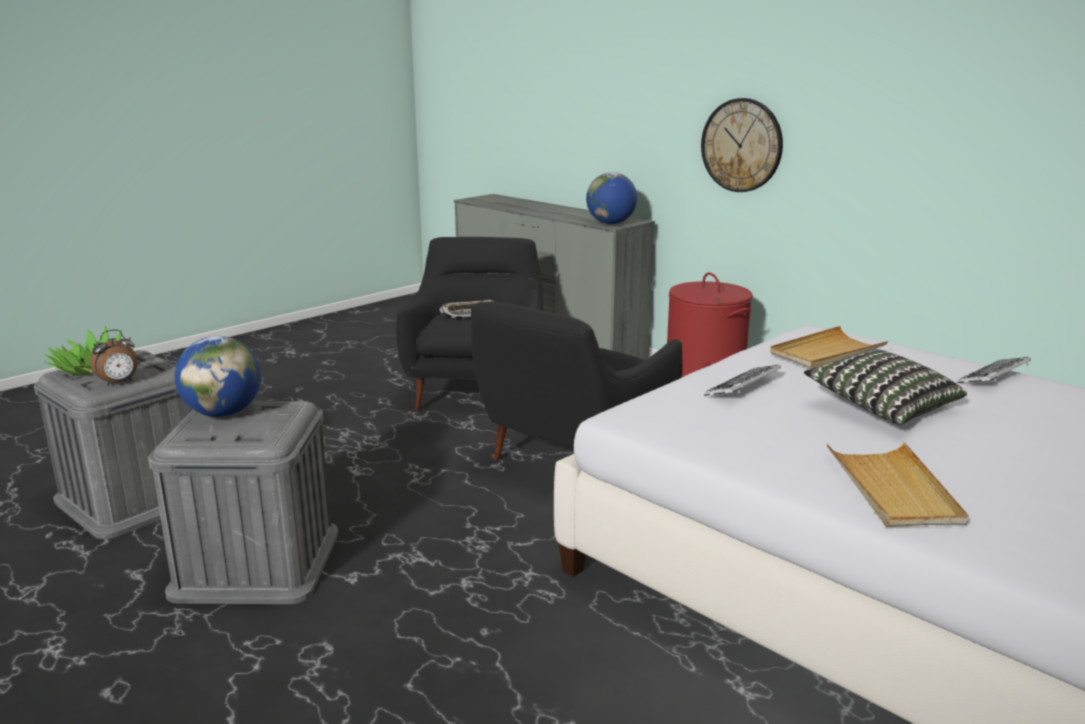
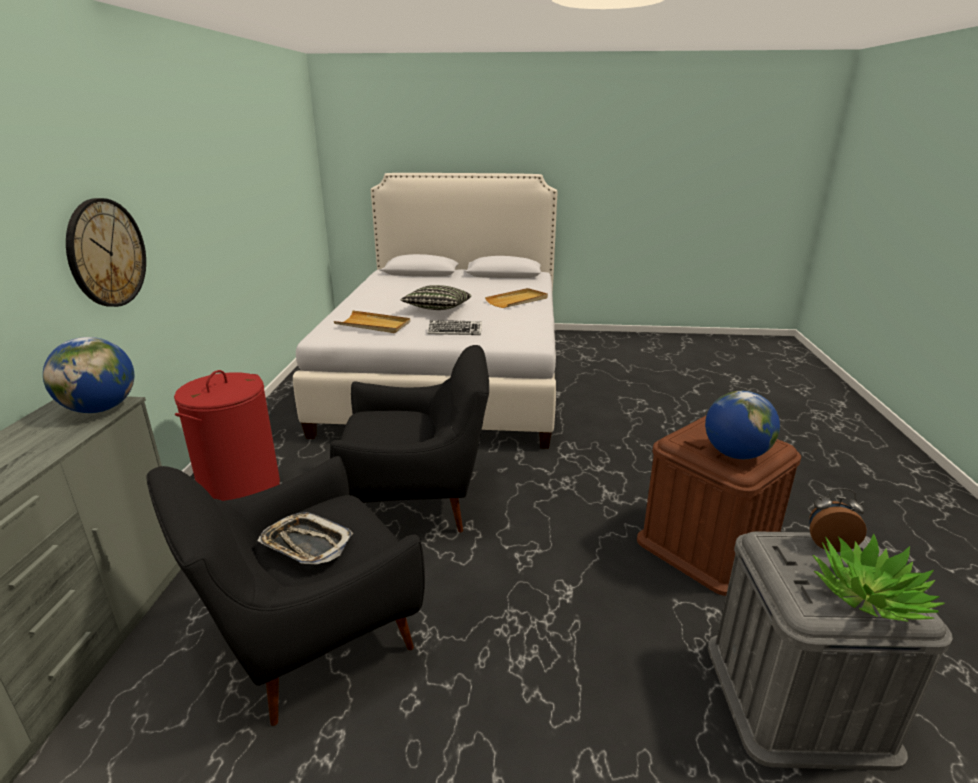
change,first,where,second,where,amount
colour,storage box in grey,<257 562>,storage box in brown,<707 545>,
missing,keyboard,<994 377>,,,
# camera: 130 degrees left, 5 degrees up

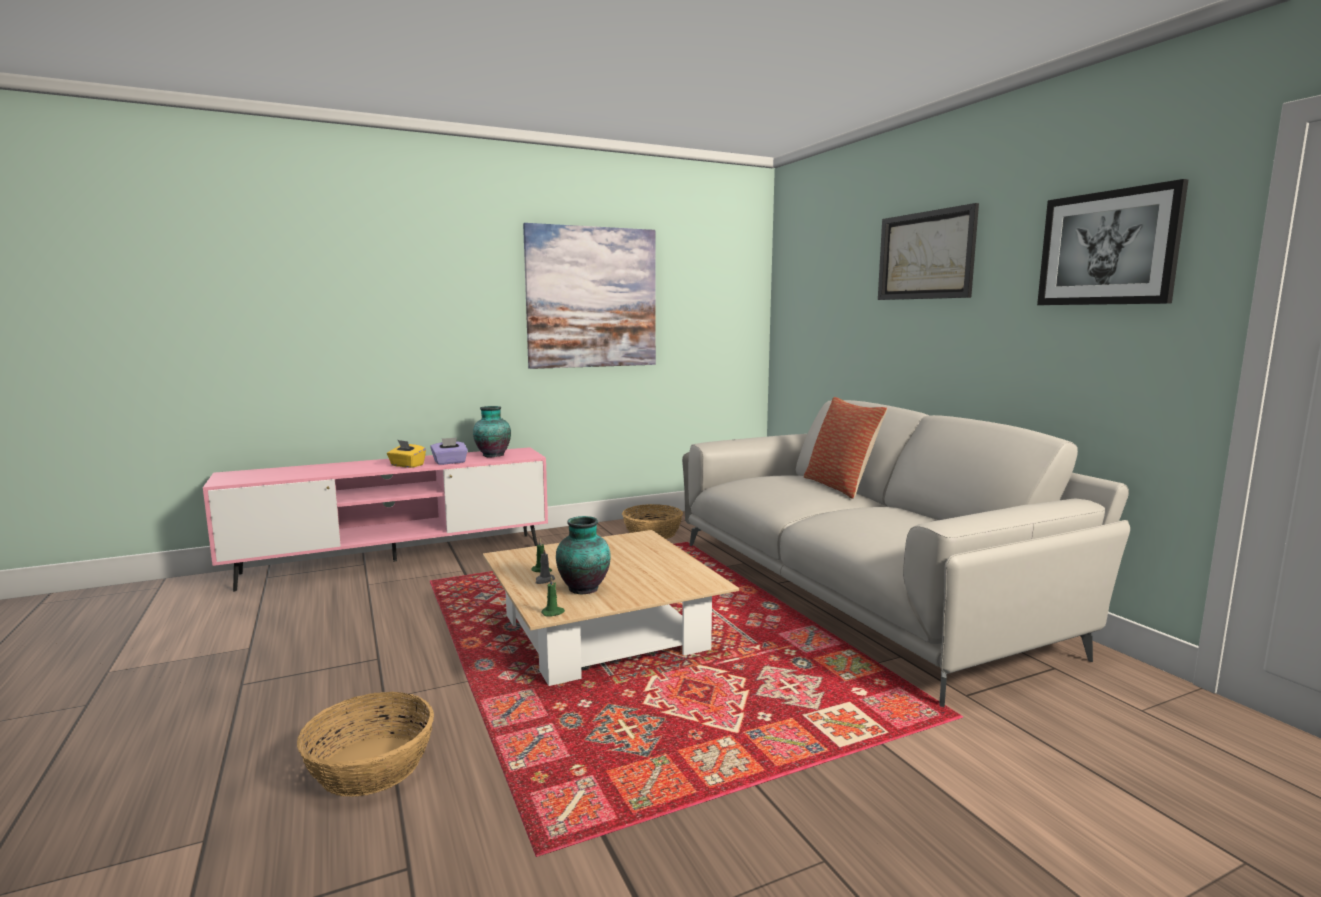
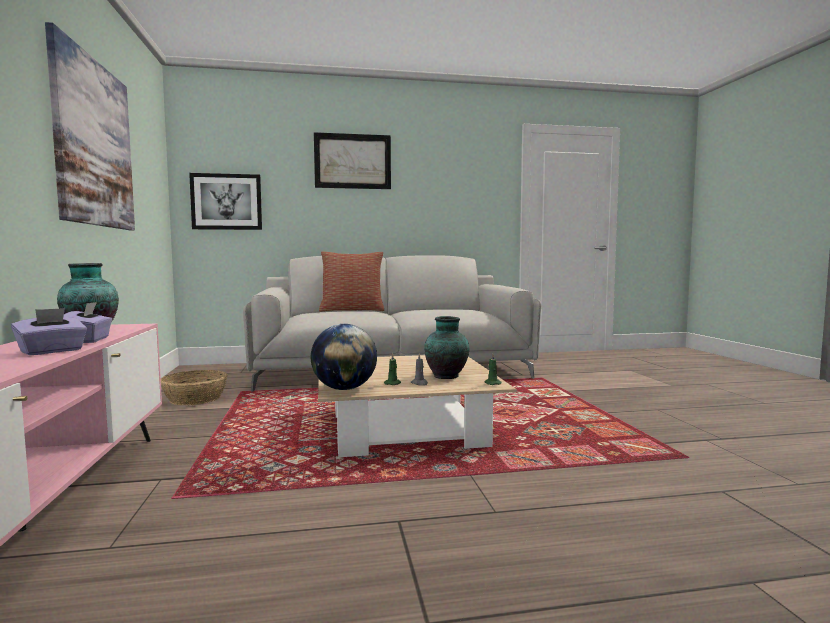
change,first,where,second,where,amount
missing,basket,<371 765>,,,
colour,tissue box in yellow,<407 465>,tissue box in purple,<52 351>,
relocated,picture,<1107 248>,,<226 202>,
appeared,,,globe,<344 389>,
# camera: 75 degrees left, 5 degrees down

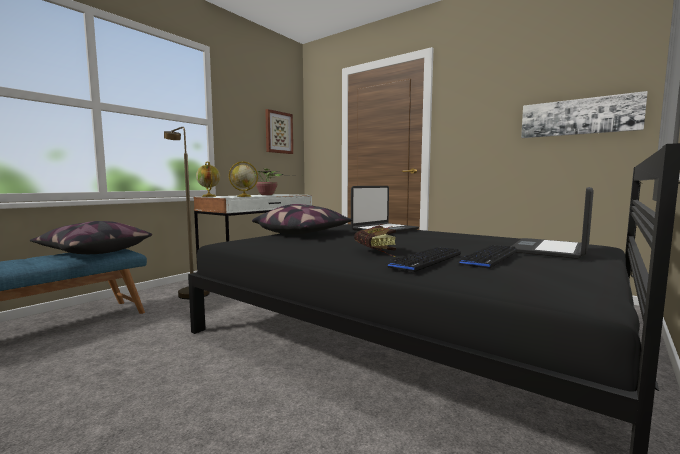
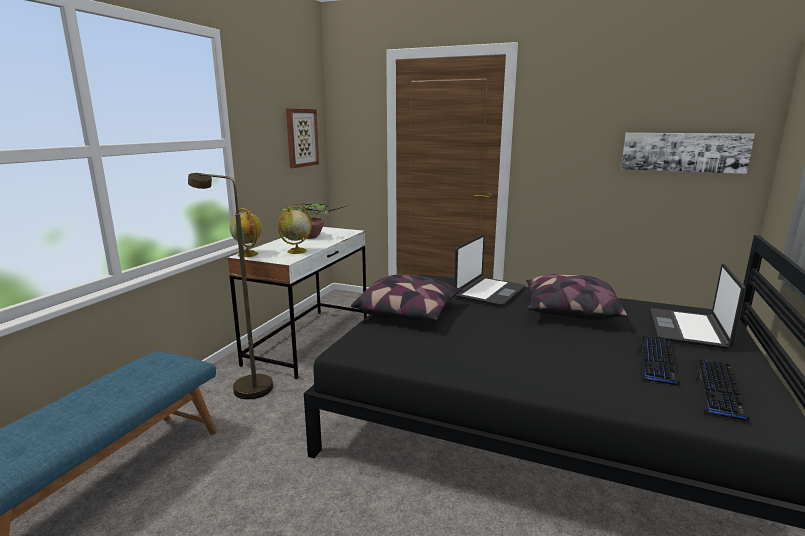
change,first,where,second,where,amount
relocated,pillow,<94 252>,,<569 312>,
missing,book,<376 252>,,,
relocated,keyboard,<424 260>,,<718 389>,
# camera: 15 degrees left, 10 degrees up

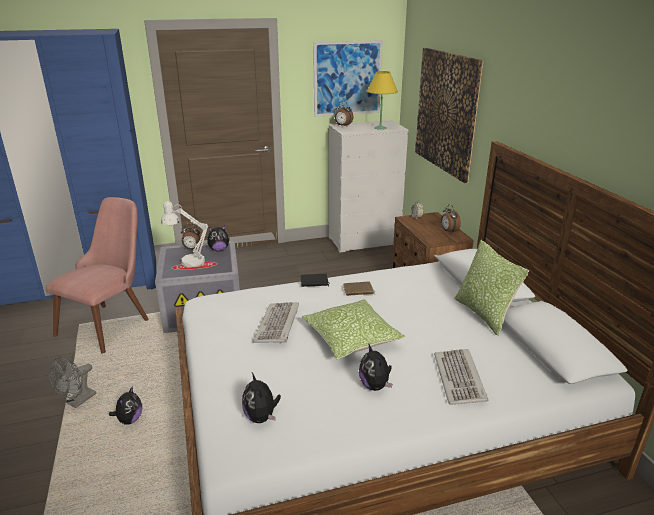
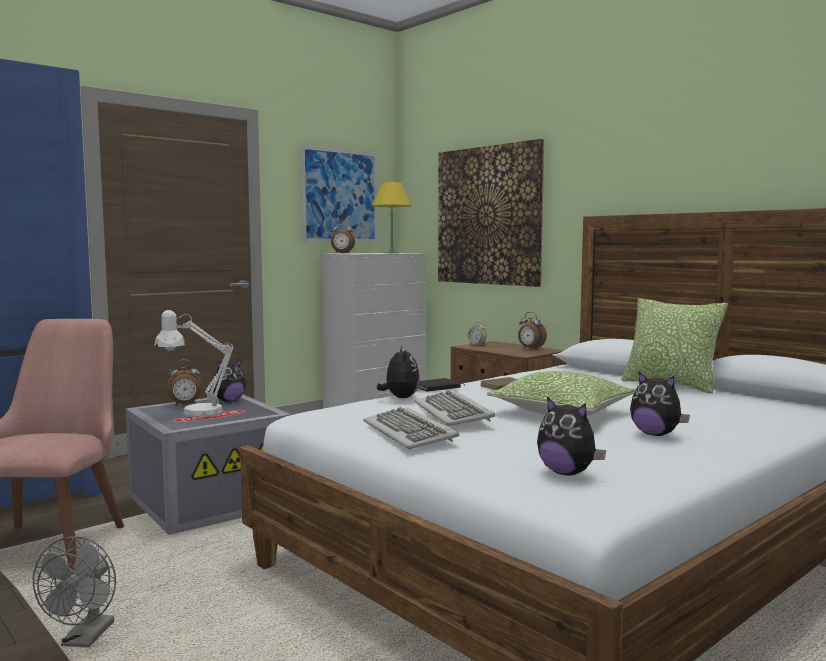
change,first,where,second,where,amount
relocated,plush toy,<129 420>,,<400 398>,
relocated,keyboard,<460 378>,,<410 433>,
# camera: 25 degrees left, 20 degrees down

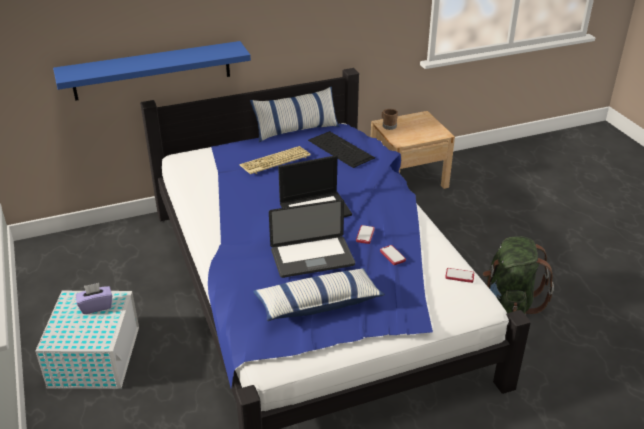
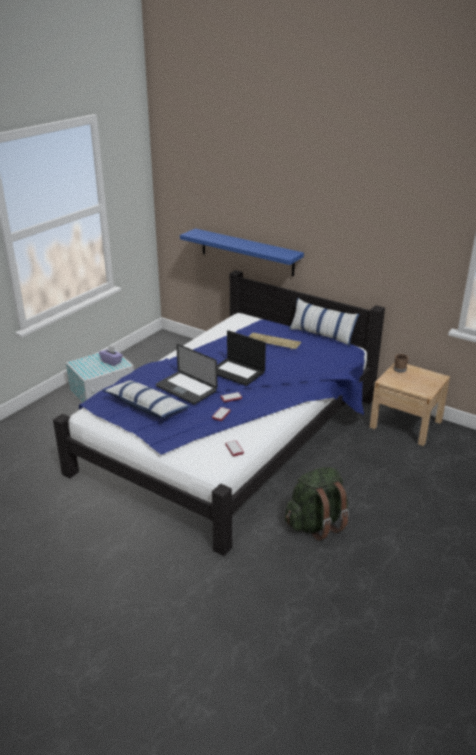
change,first,where,second,where,amount
missing,keyboard,<340 149>,,,
# camera: 55 degrees right, 5 degrees down

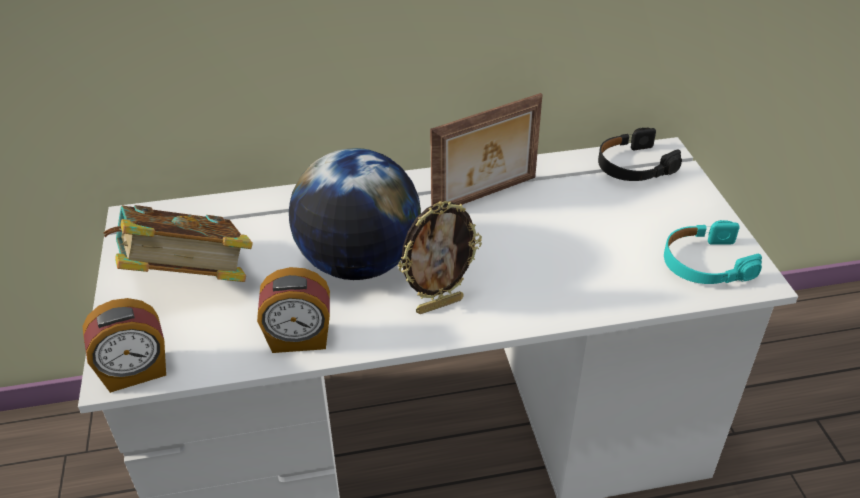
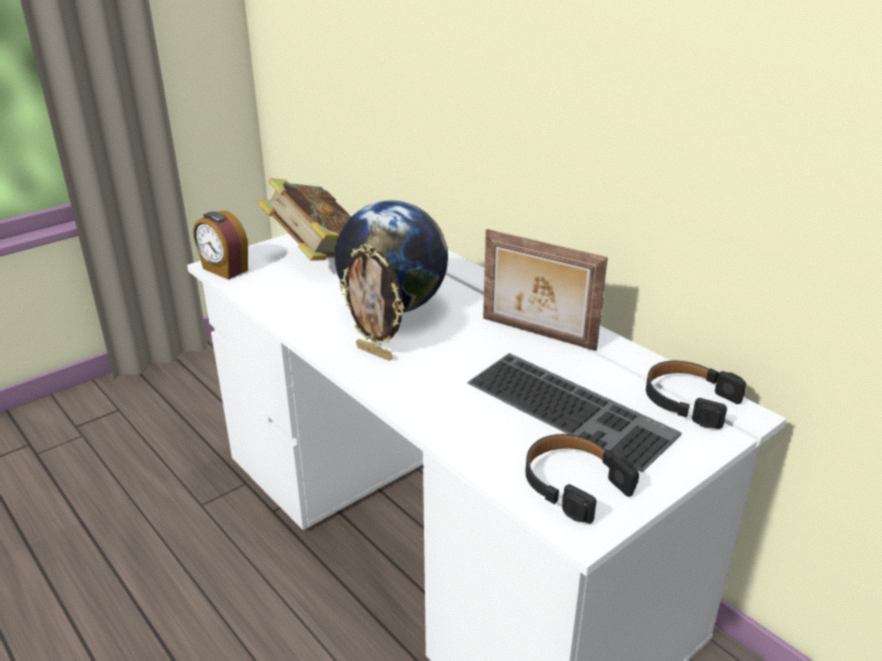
change,first,where,second,where,amount
missing,alarm clock,<299 339>,,,
colour,headphones in turquoise,<705 263>,headphones in black,<573 484>,
appeared,,,keyboard,<573 407>,
# camera: 60 degrees right, 10 degrees down

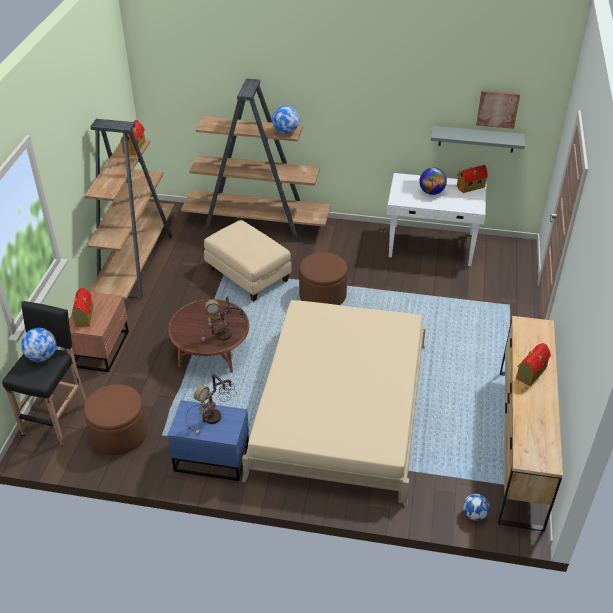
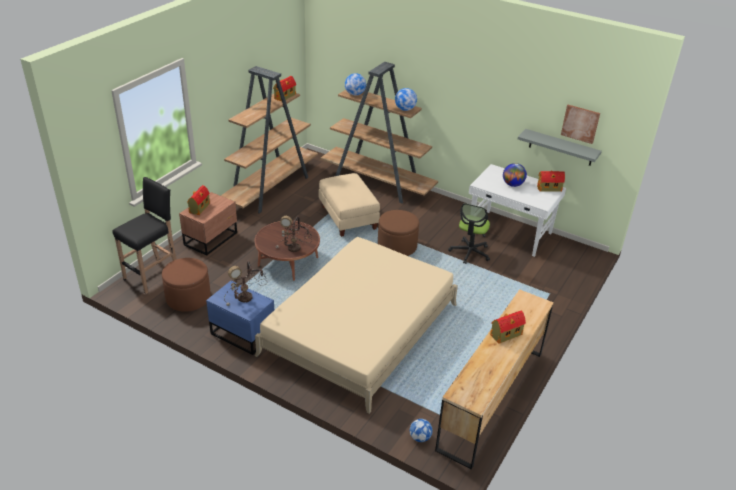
change,first,where,second,where,amount
relocated,globe,<42 356>,,<355 94>,
appeared,,,office chair,<470 252>,
# camera: 20 degrees right, 5 degrees down

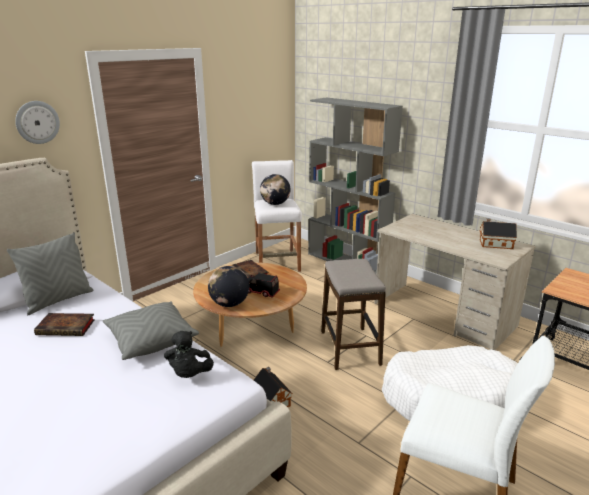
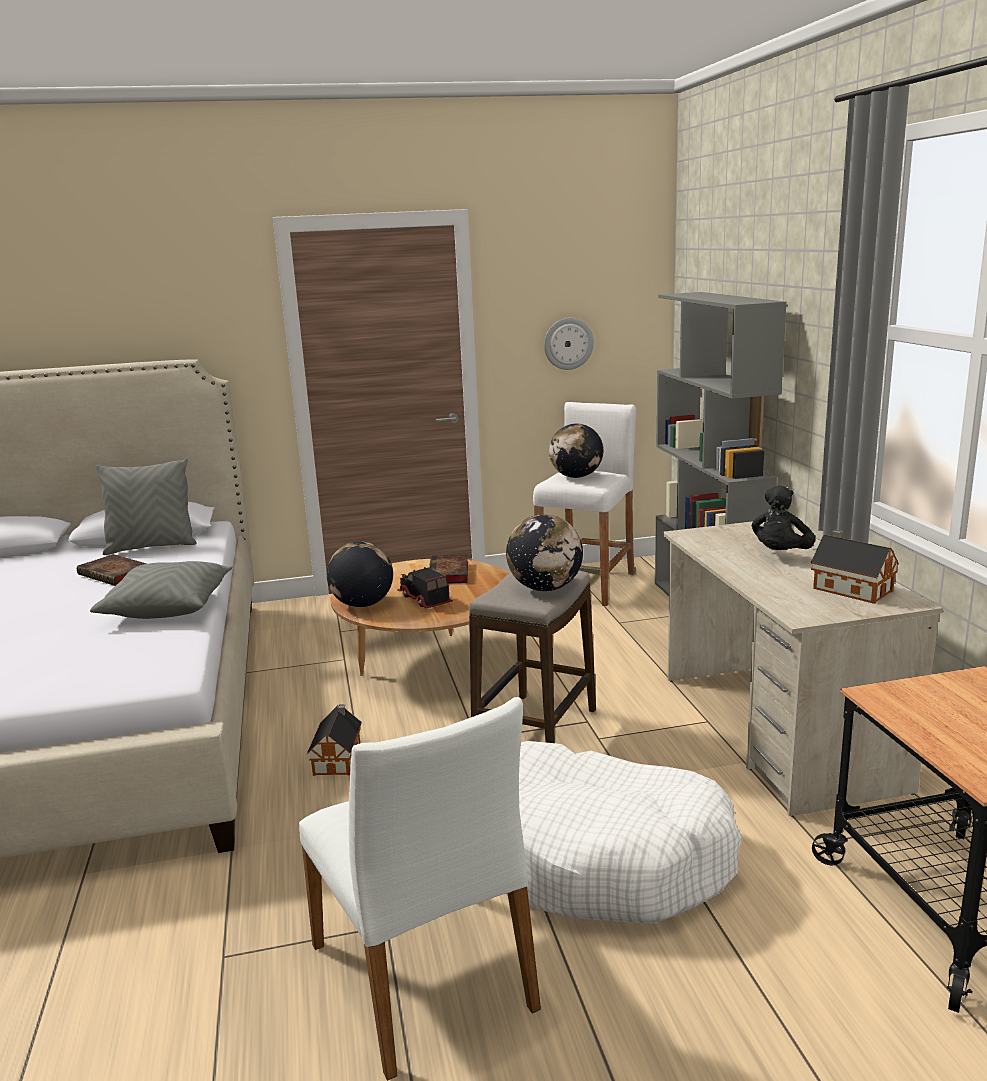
change,first,where,second,where,amount
relocated,wall clock,<37 122>,,<568 343>,
relocated,plush toy in black,<189 374>,,<780 555>,
appeared,,,globe,<545 588>,
# camera: 35 degrees right, 5 degrees down

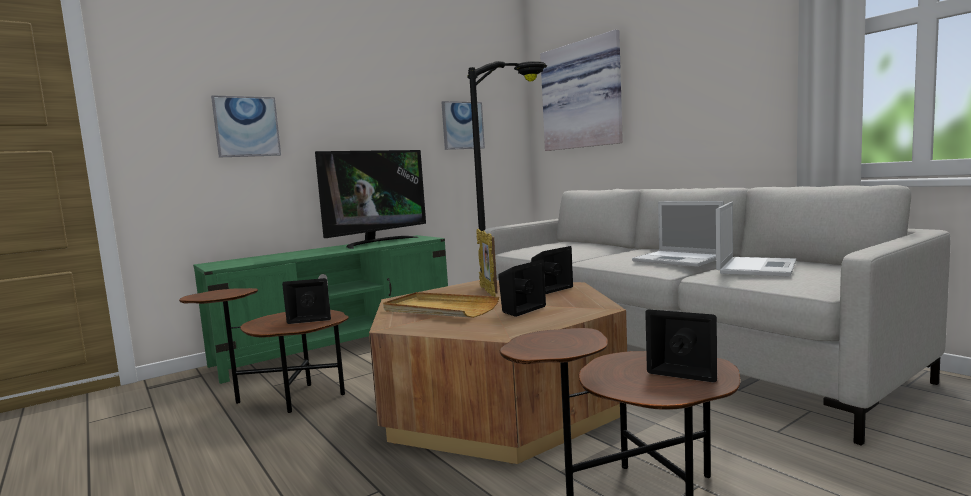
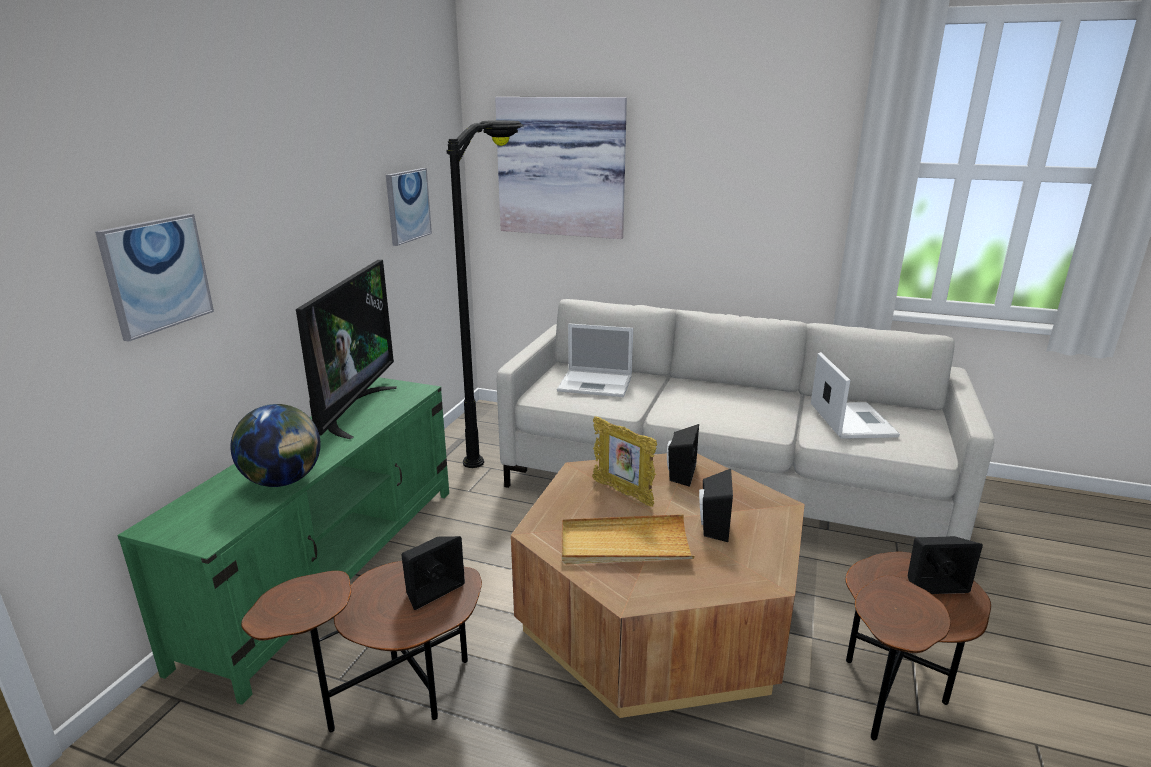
change,first,where,second,where,amount
relocated,laptop,<679 259>,,<596 384>,
appeared,,,globe,<283 481>,
# camera: 35 degrees left, 15 degrees up

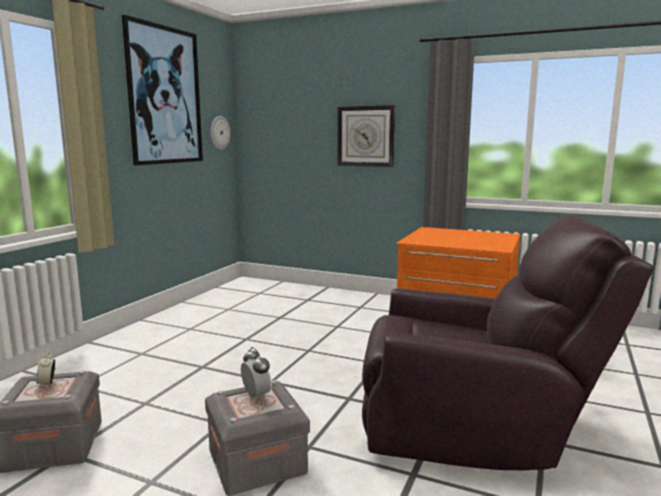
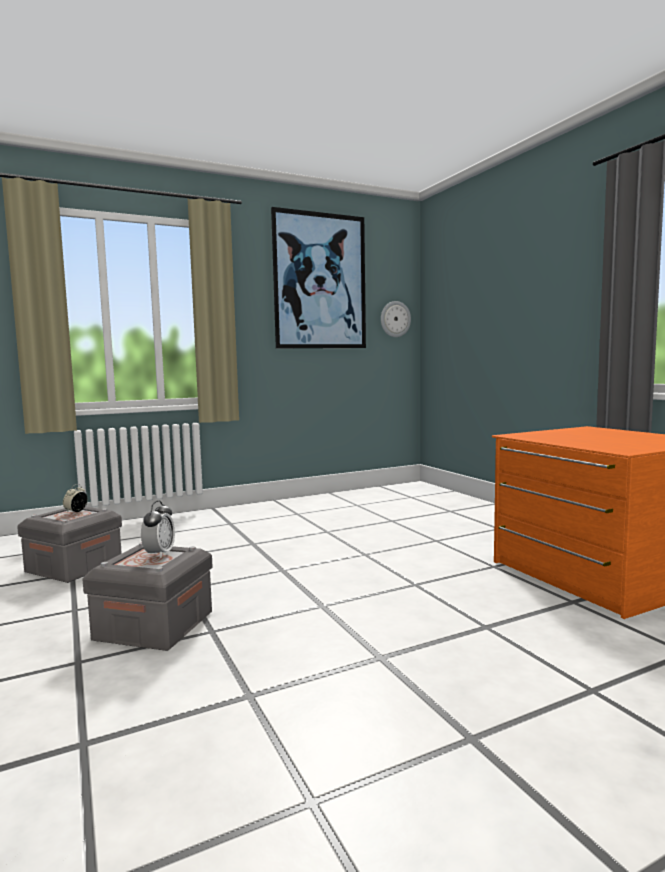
change,first,where,second,where,amount
missing,wall clock,<366 136>,,,
missing,armchair in brown,<475 430>,,,
# camera: 40 degrees right, 5 degrees down

